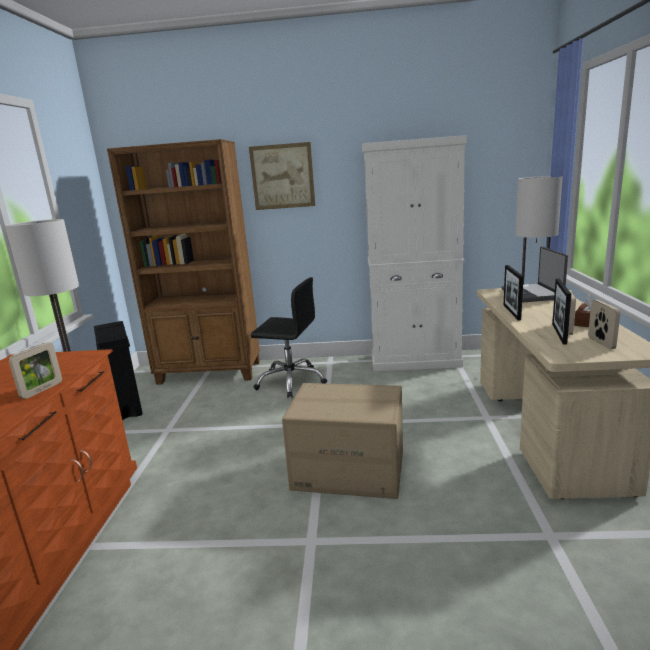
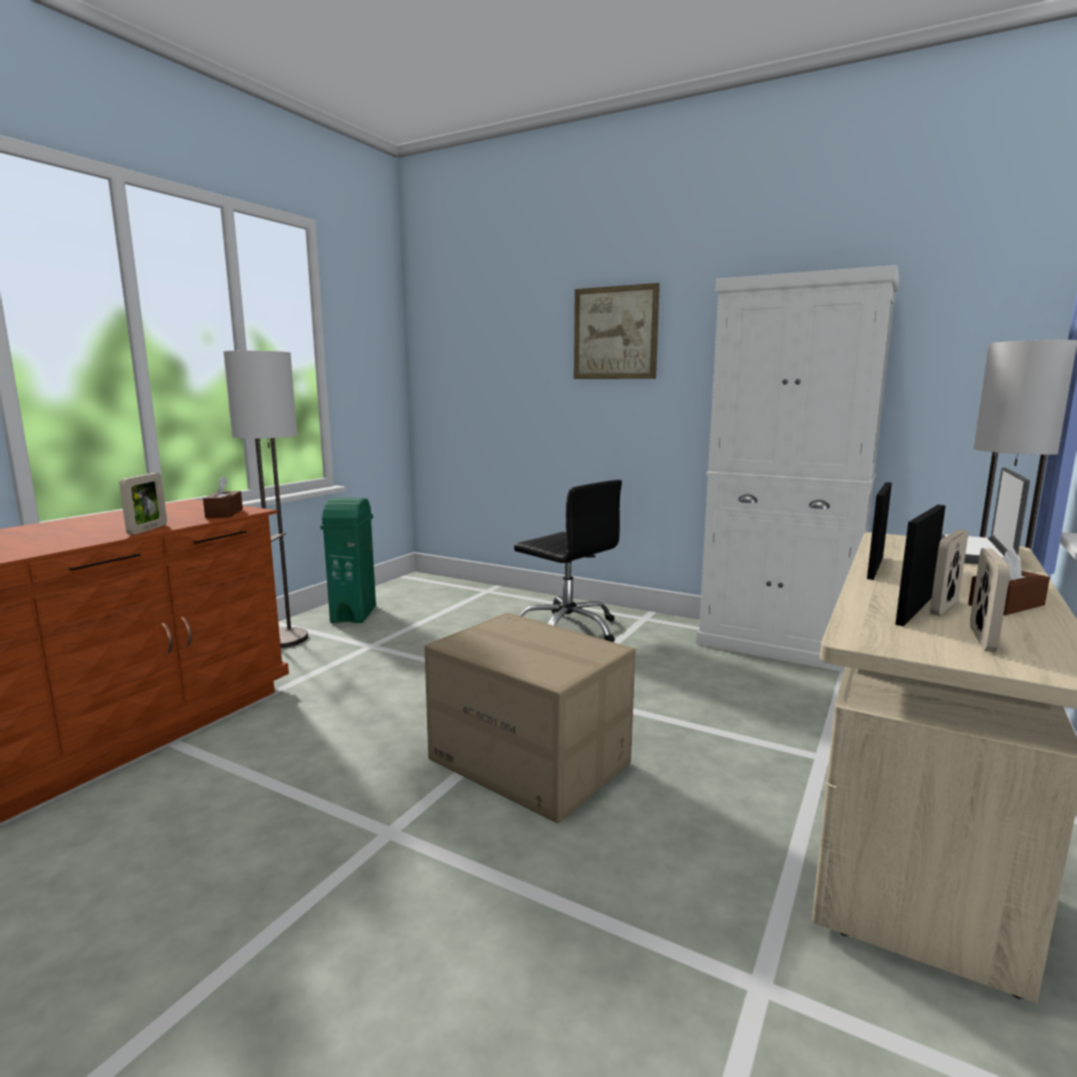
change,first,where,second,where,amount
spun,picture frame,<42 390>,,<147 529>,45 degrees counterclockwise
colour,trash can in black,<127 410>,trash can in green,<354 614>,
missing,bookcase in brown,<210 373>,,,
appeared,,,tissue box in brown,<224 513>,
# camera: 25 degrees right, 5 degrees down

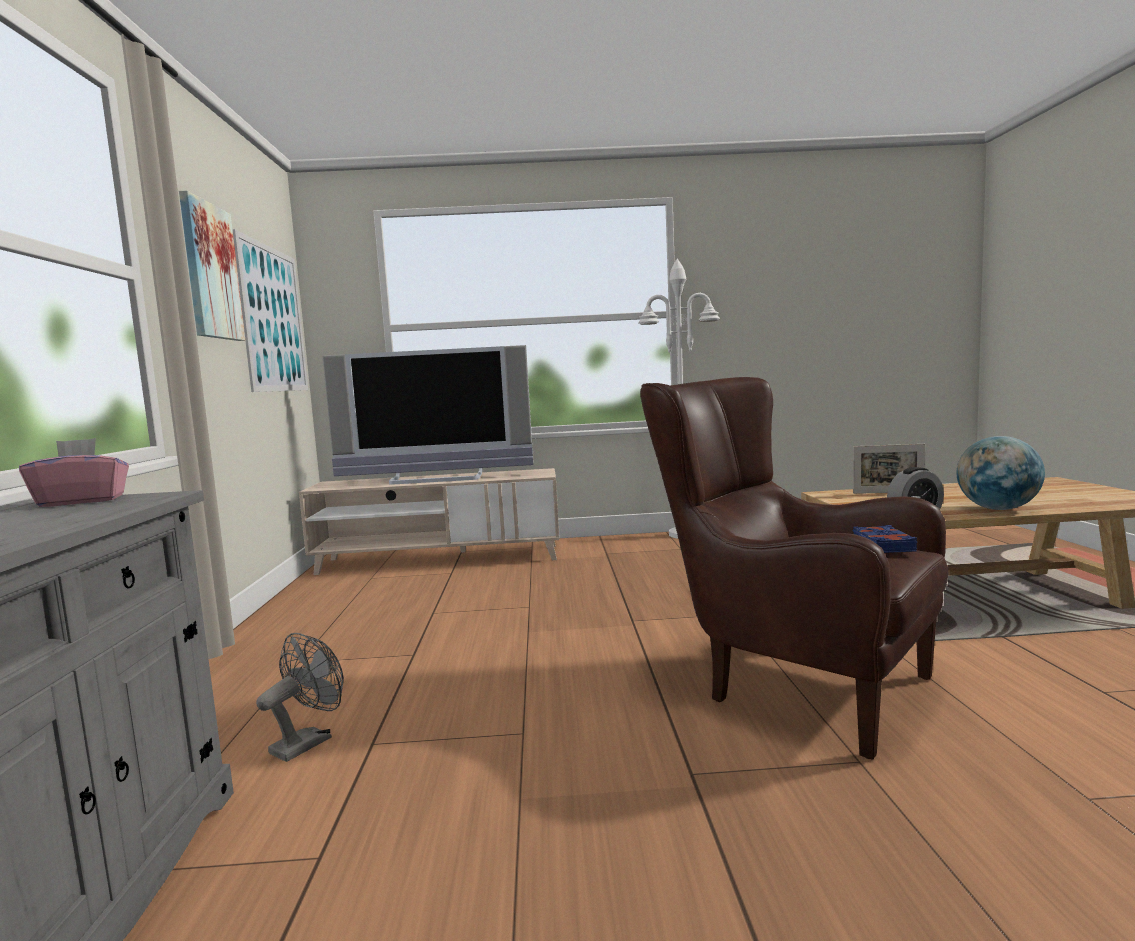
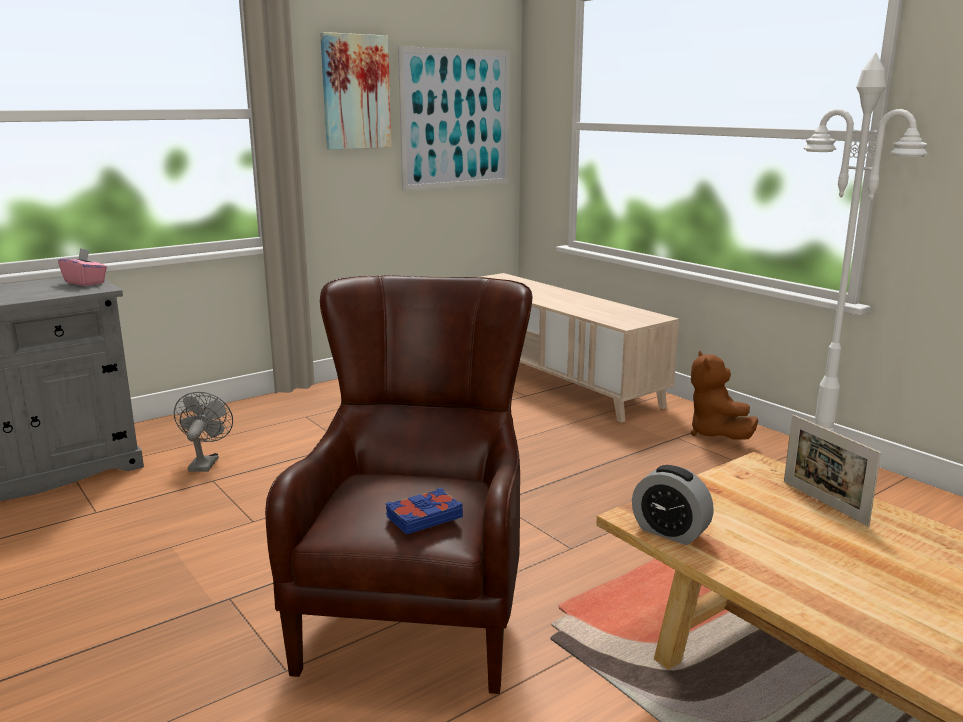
change,first,where,second,where,amount
spun,fan in grey,<308 741>,,<205 462>,90 degrees counterclockwise
missing,television,<436 479>,,,
missing,globe,<997 509>,,,
appeared,,,plush toy in brown,<716 434>,
# camera: 55 degrees right, 10 degrees up

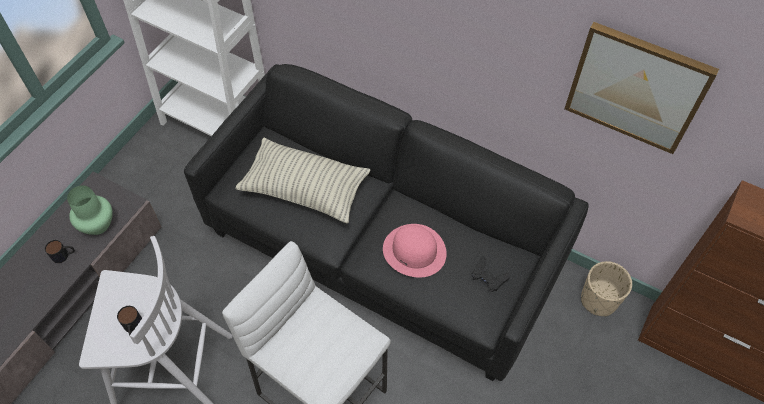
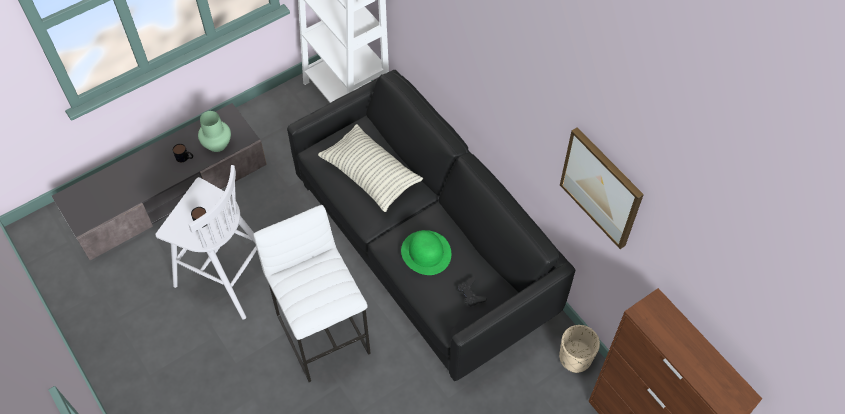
change,first,where,second,where,amount
colour,hat in pink,<414 251>,hat in green,<426 252>,
# camera: 25 degrees right, 0 degrees up

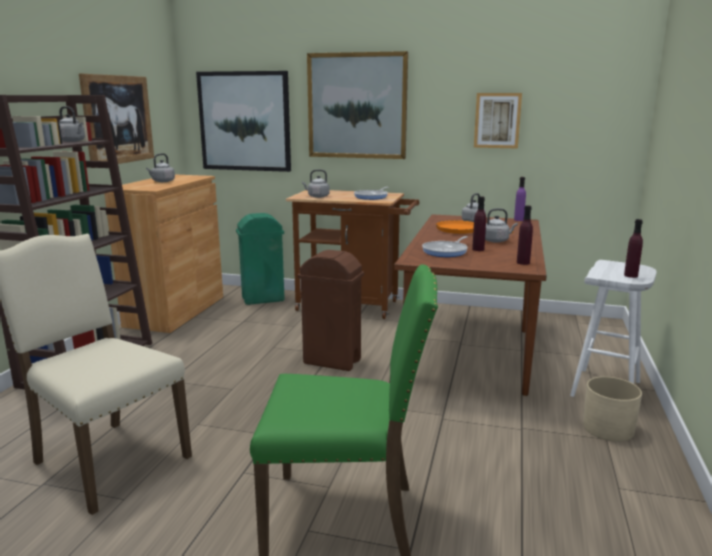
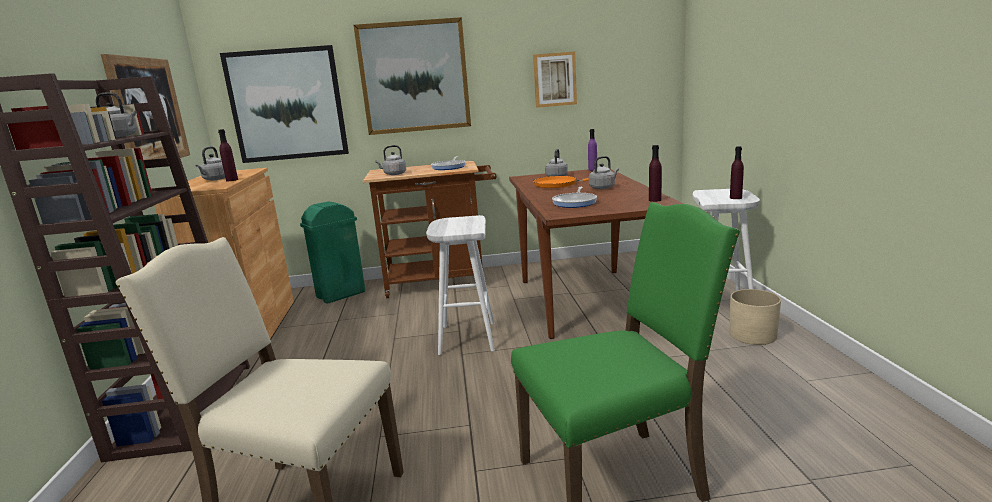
change,first,where,second,where,amount
exchanged,trash can in brown,<331 361>,stool in white,<466 337>,
relocated,bottle in purple,<478 249>,,<232 180>,
# camera: 20 degrees left, 0 degrees up

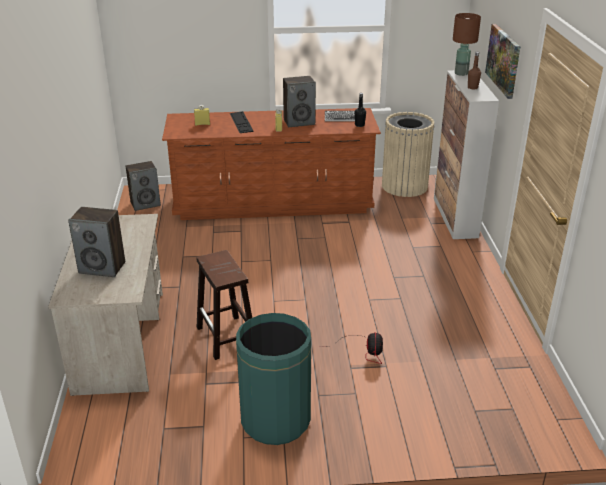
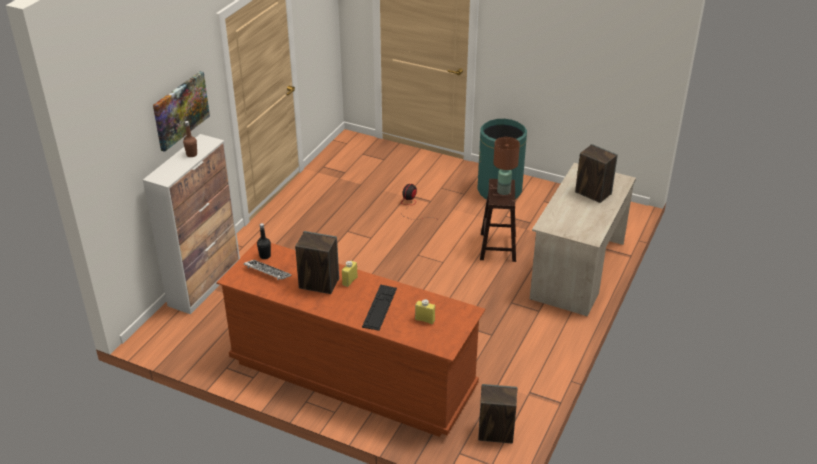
change,first,where,second,where,amount
missing,trash can in beige,<404 186>,,,
relocated,table lamp in brown,<461 73>,,<503 191>,
# camera: 150 degrees left, 5 degrees up

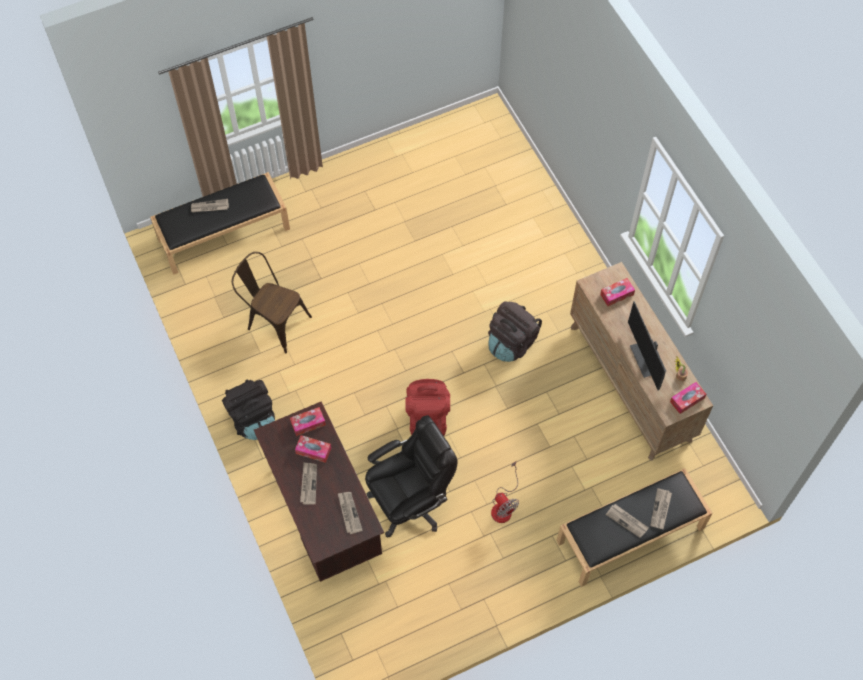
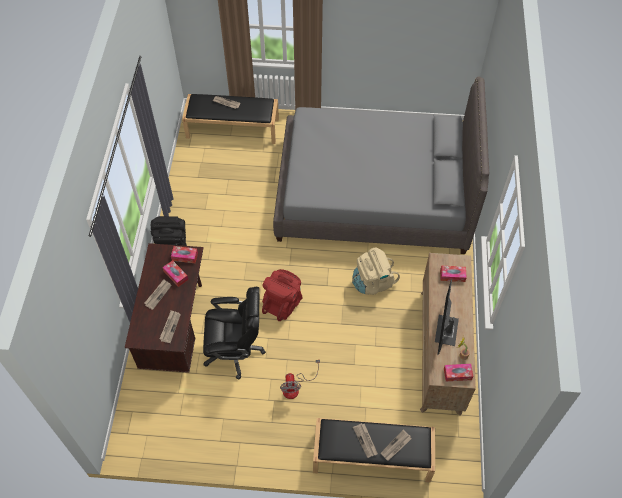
change,first,where,second,where,amount
missing,chair in brown,<274 322>,,,
colour,backpack in black,<511 343>,backpack in beige,<373 282>,
appeared,,,bed in grey,<374 195>,
# camera: 30 degrees right, 5 degrees down

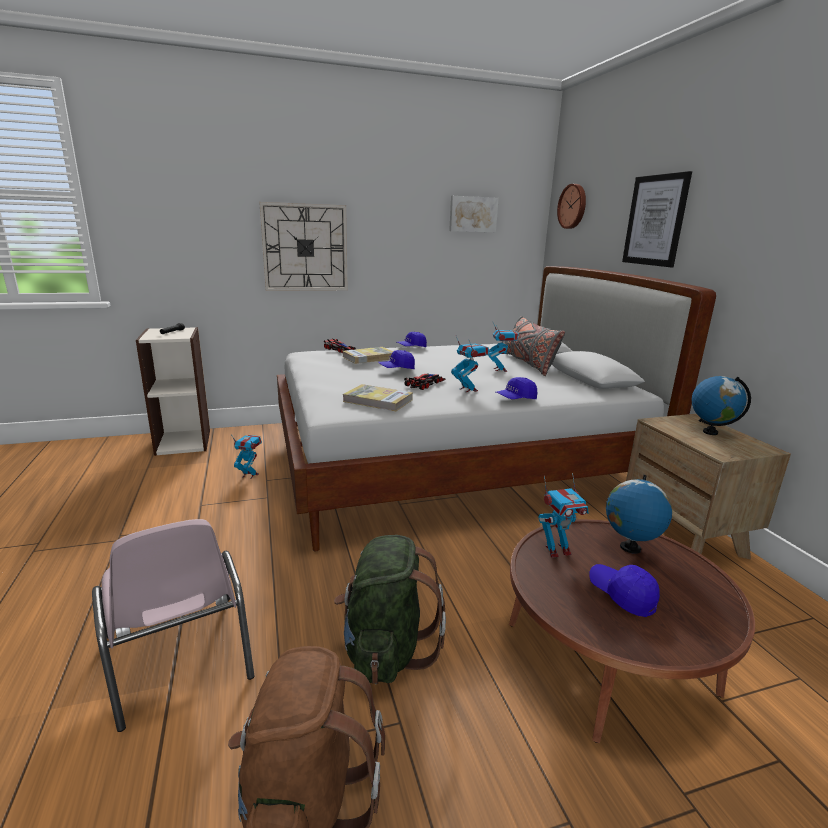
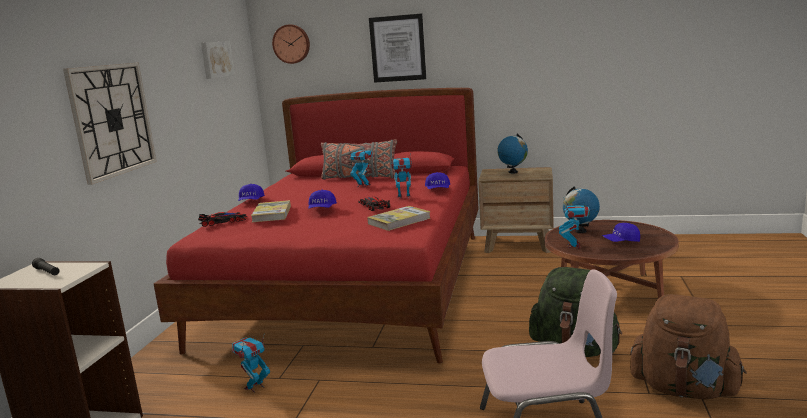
change,first,where,second,where,amount
colour,bed in white,<453 465>,bed in red,<355 287>,
# camera: 60 degrees left, 5 degrees down

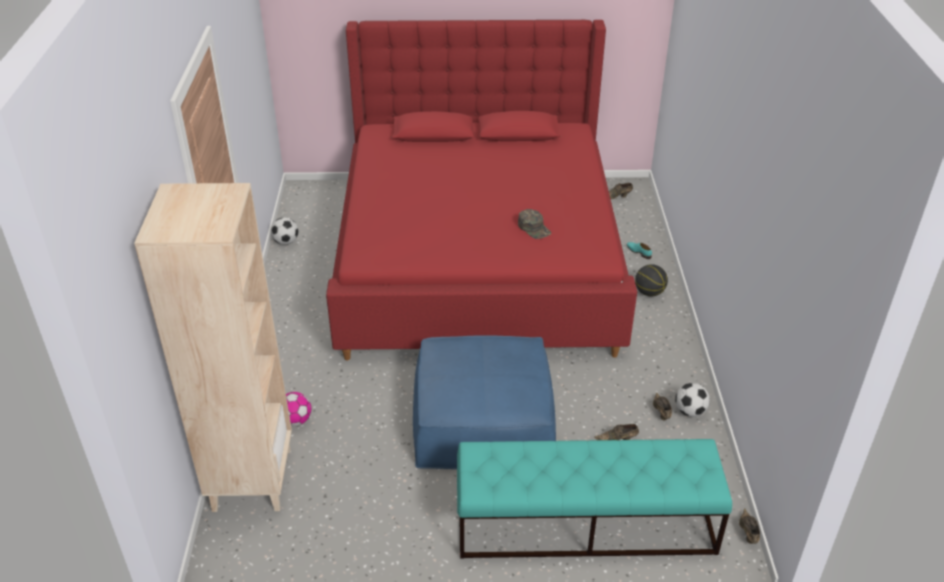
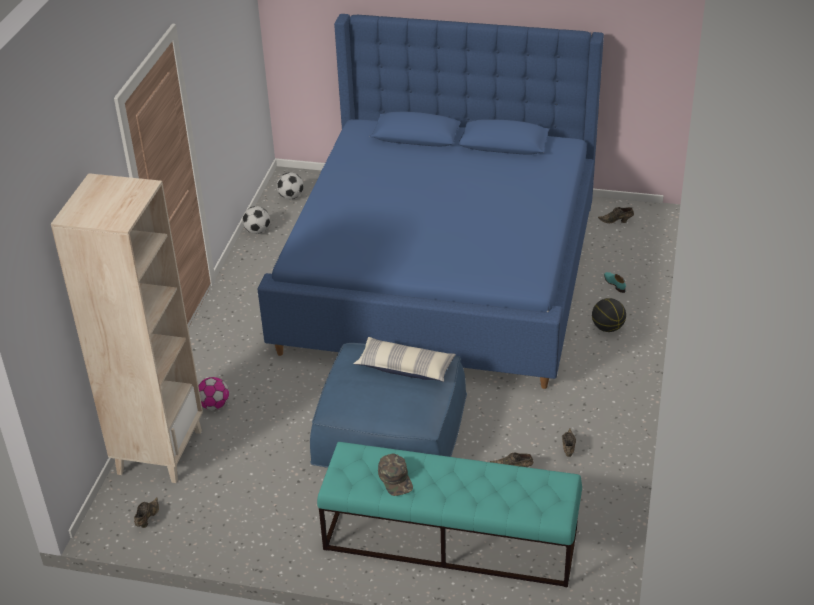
change,first,where,second,where,amount
colour,bed in red,<478 261>,bed in blue,<442 273>,
relocated,cap in green,<534 228>,,<396 479>,
relocated,football,<690 411>,,<291 197>,
relocated,shoe in brown,<747 533>,,<147 518>,
appeared,,,pillow,<405 367>,
# camera: 15 degrees right, 0 degrees up

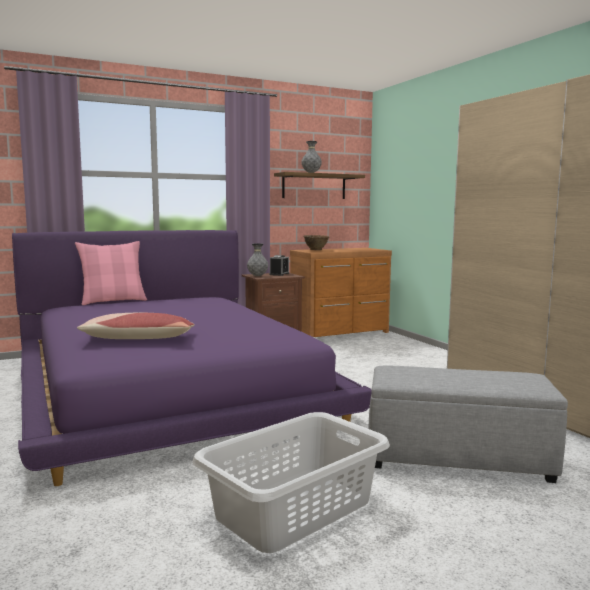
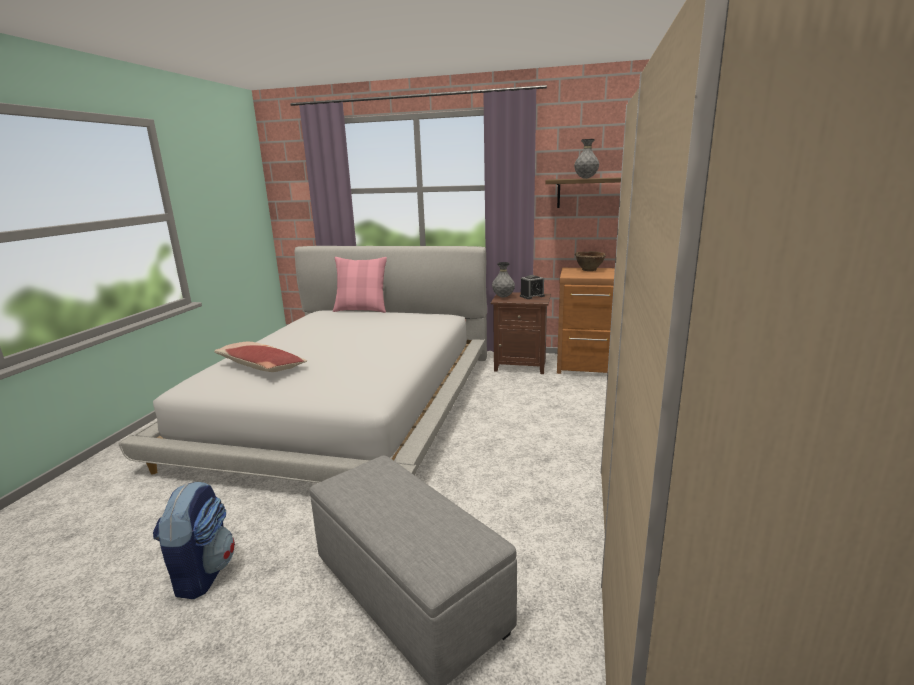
change,first,where,second,where,amount
colour,bed in purple,<167 389>,bed in white,<348 402>,
exchanged,laundry basket in grey,<292 509>,backpack,<203 572>,
# camera: 40 degrees right, 10 degrees up

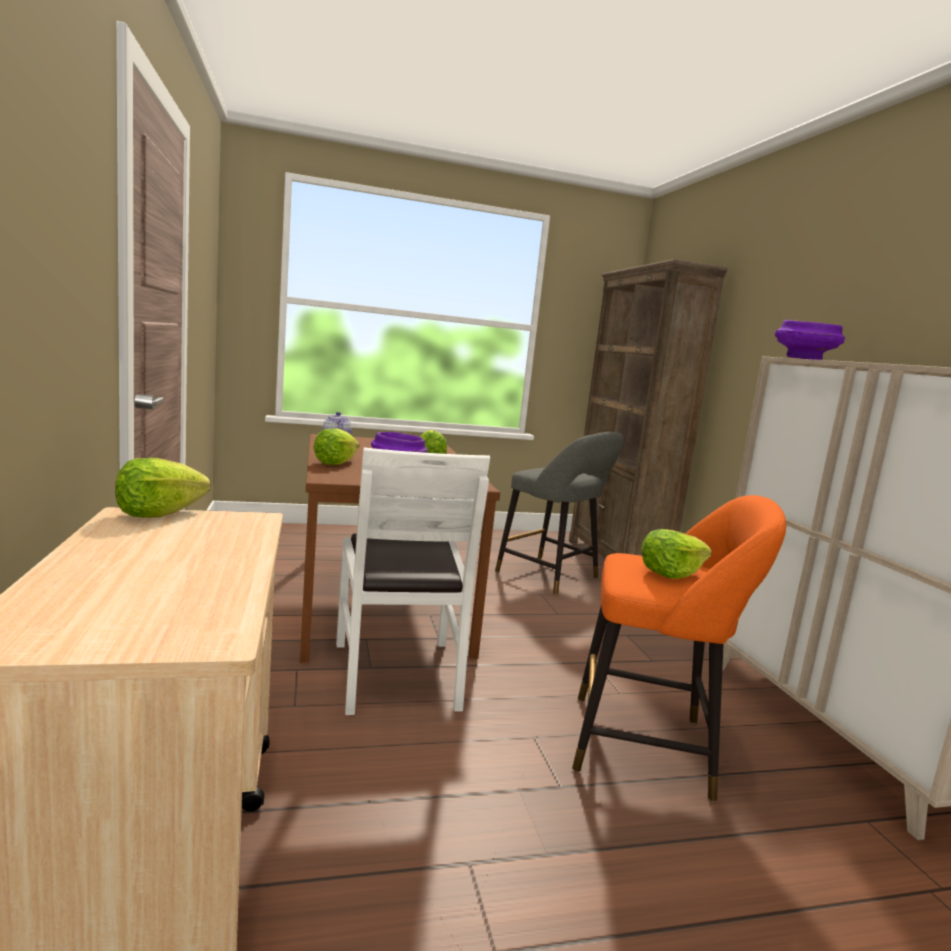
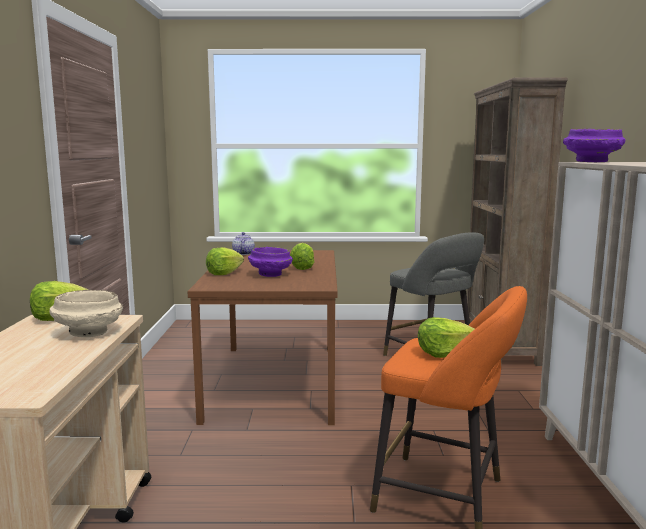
change,first,where,second,where,amount
missing,chair in white,<397 674>,,,
appeared,,,bowl in beige,<88 333>,
# camera: 15 degrees right, 0 degrees up

